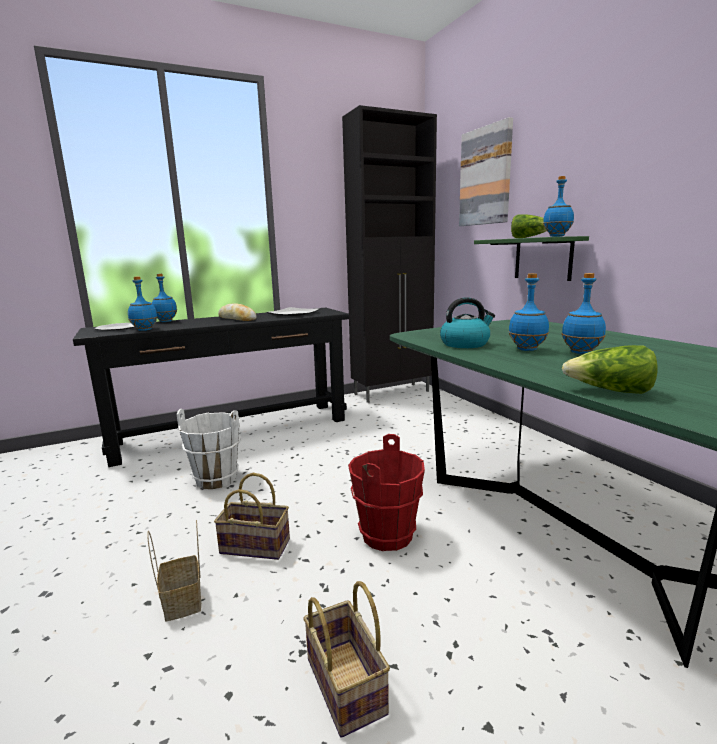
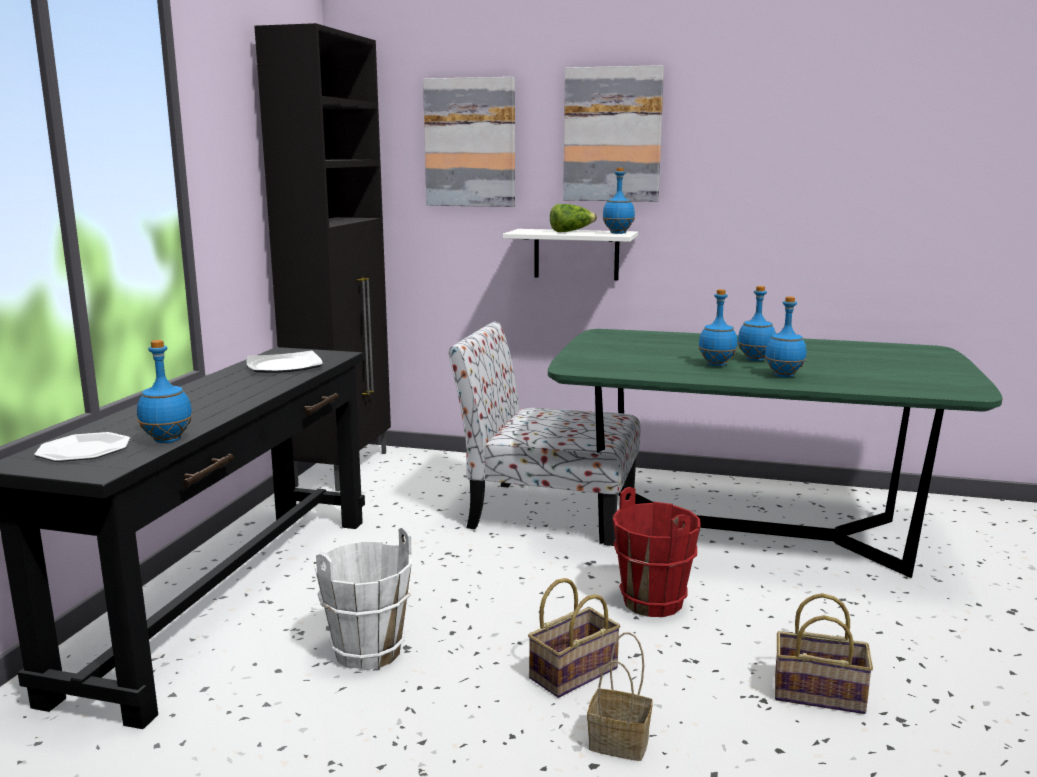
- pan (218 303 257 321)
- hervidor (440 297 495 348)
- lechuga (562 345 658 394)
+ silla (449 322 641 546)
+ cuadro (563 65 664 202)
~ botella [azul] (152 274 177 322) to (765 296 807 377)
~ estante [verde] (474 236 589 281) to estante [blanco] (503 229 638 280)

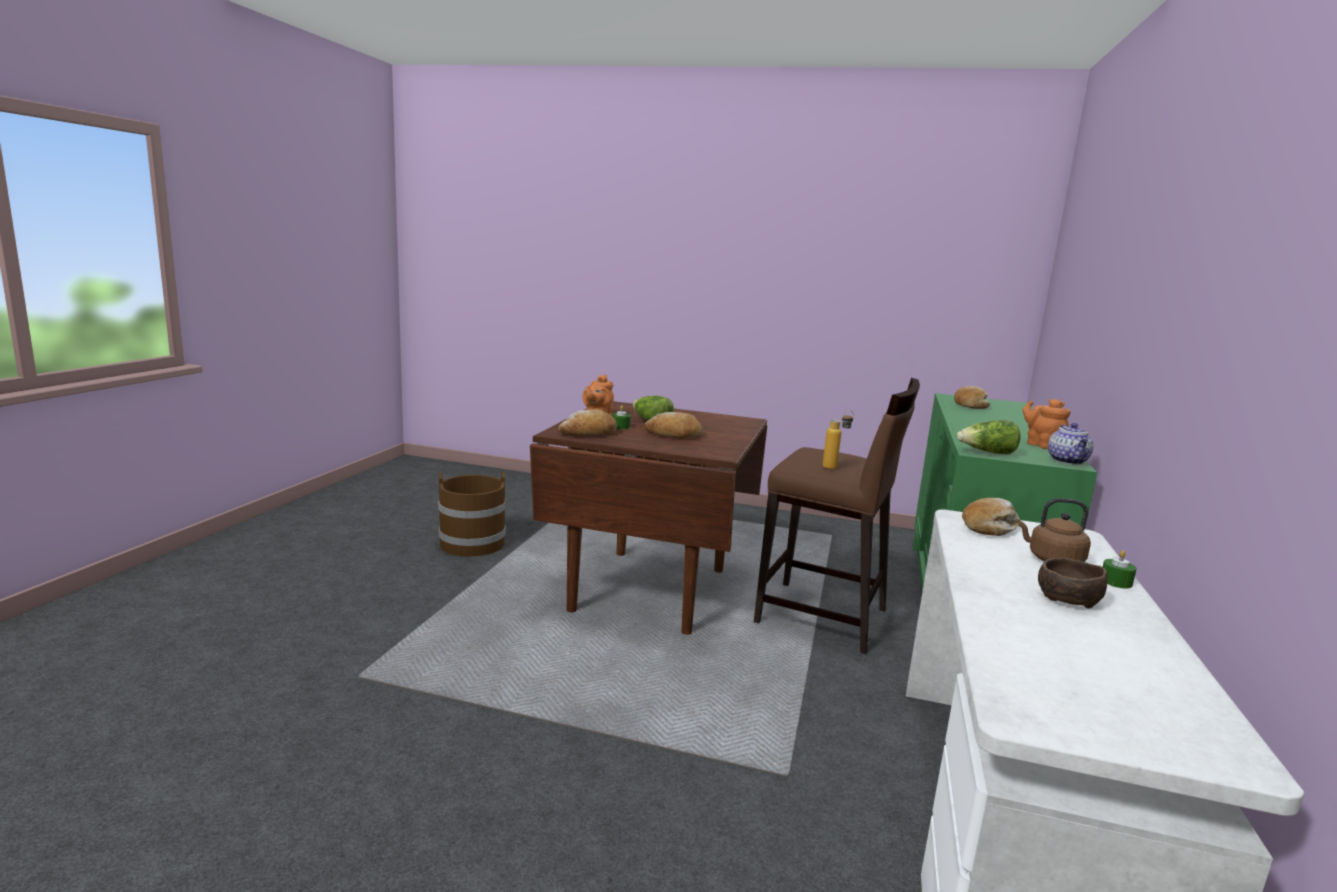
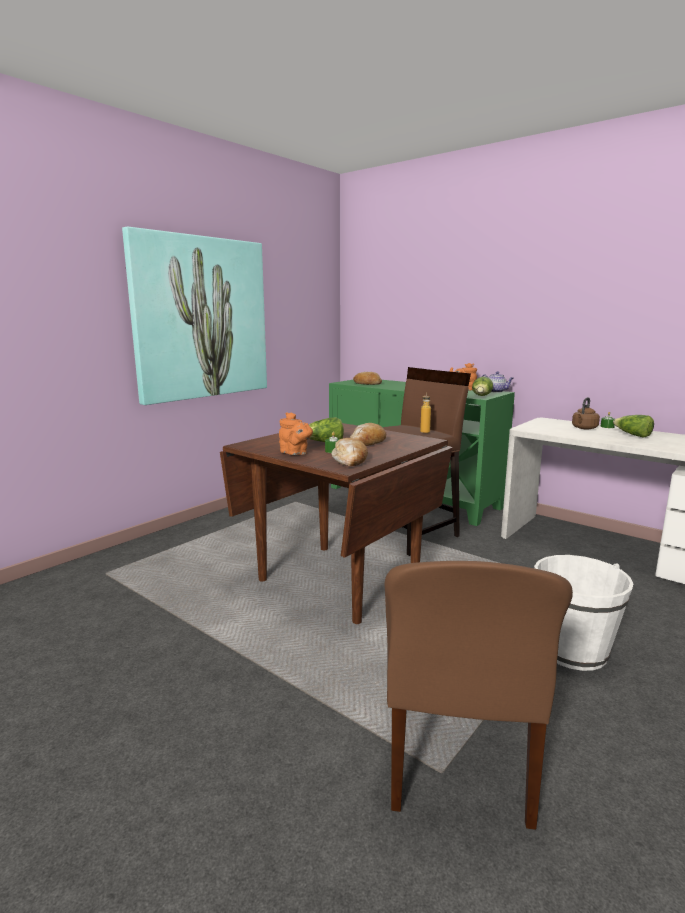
- cubo [marrón] (438 471 506 557)
- pan (962 498 1020 536)
+ cuadro (122 227 267 405)
+ silla [marrón] (385 561 573 830)
+ cubo [blanco] (534 555 634 671)
~ cuenco [marrón] (1038 558 1107 609) to lechuga (613 415 654 438)

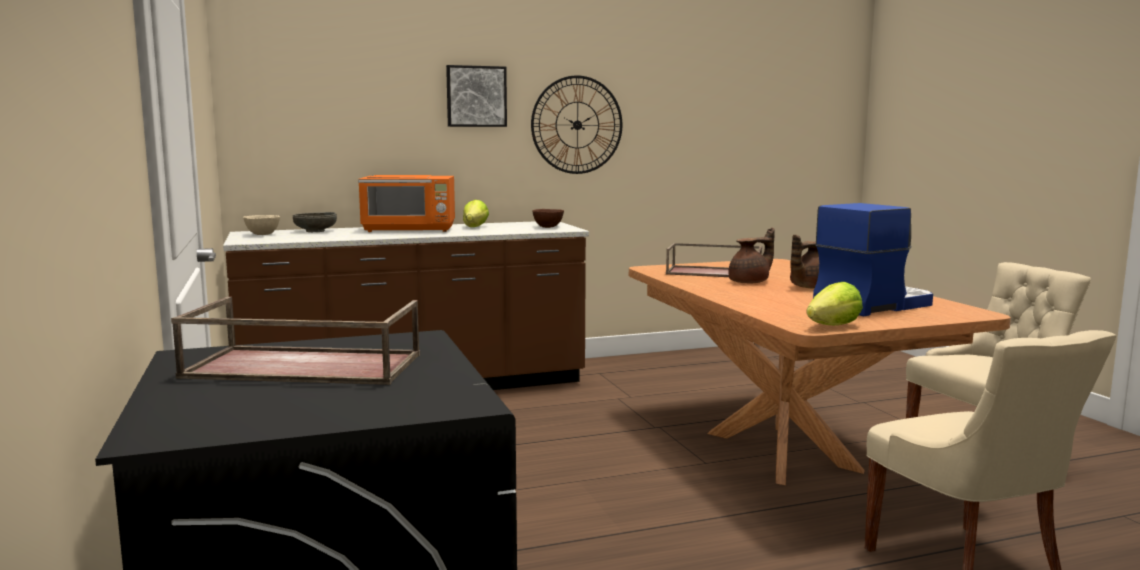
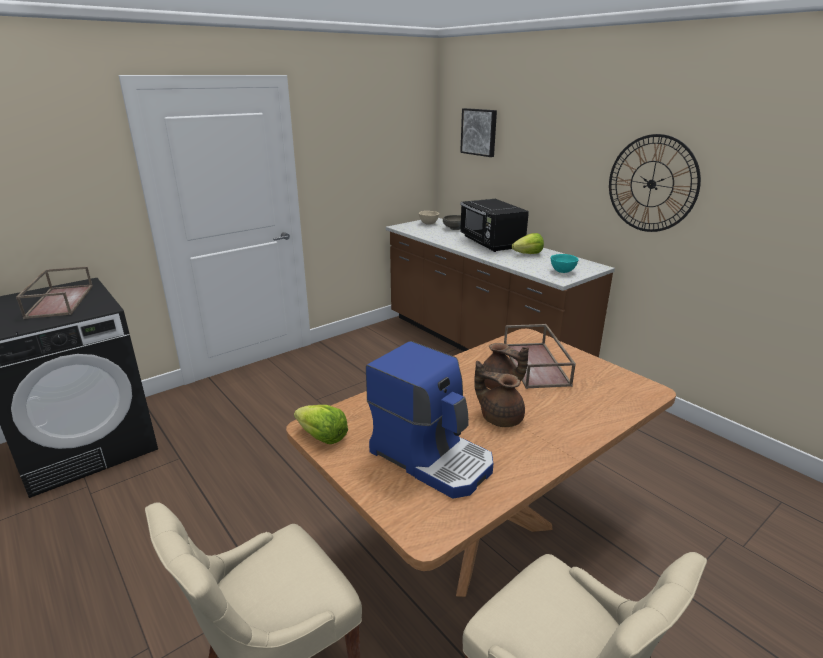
~ cuadro (446 65 507 127) to (460 108 497 157)
~ microondas [naranja] (358 175 455 232) to microondas [negro] (460 199 529 252)
~ cuenco [marrón] (532 209 564 228) to cuenco [turquesa] (551 254 579 273)

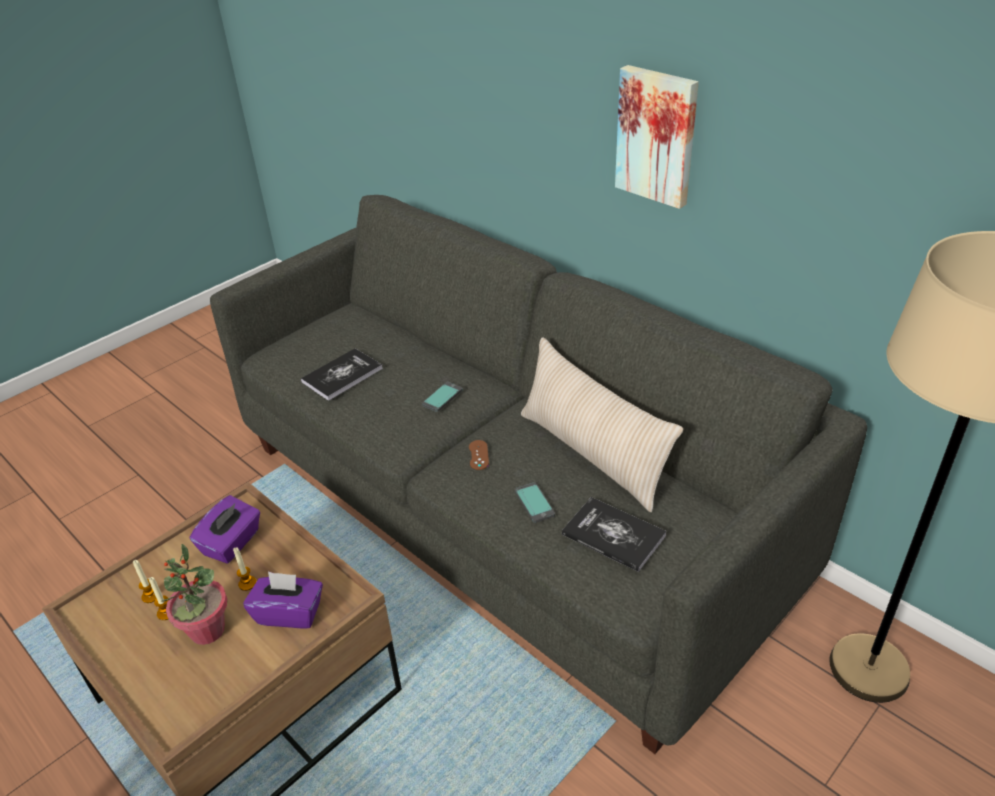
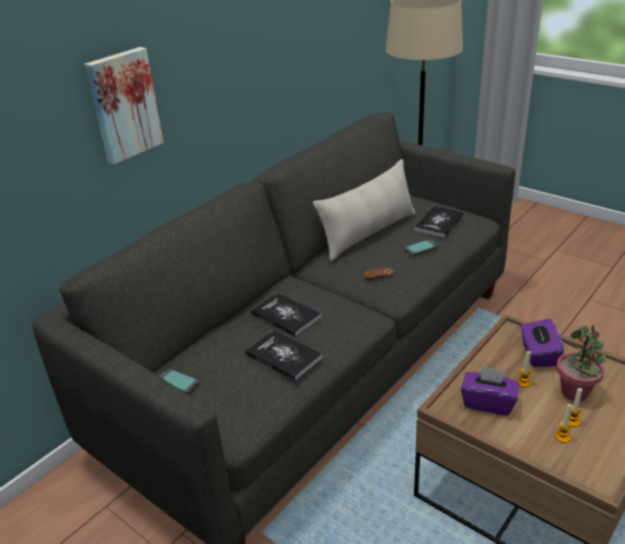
+ libro (250 292 322 337)
~ móvil (422 382 463 412) to (159 368 199 394)
~ cuadro (615 65 699 209) to (84 47 164 164)

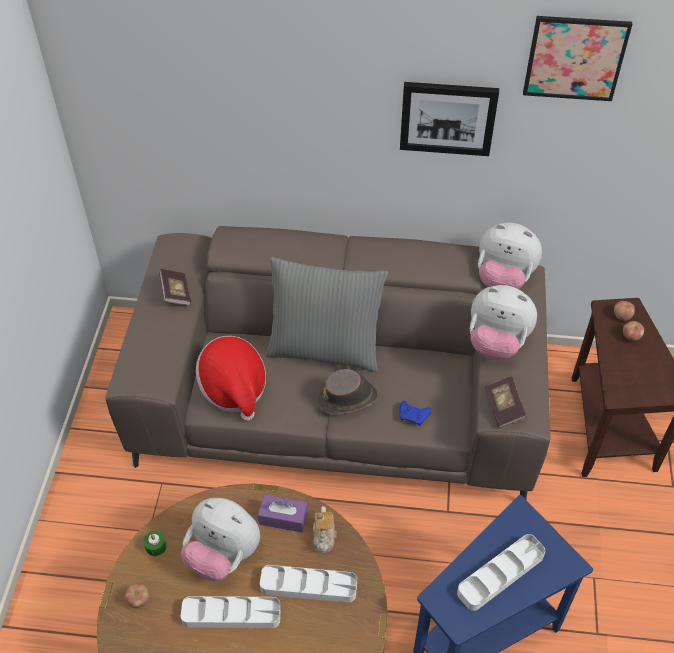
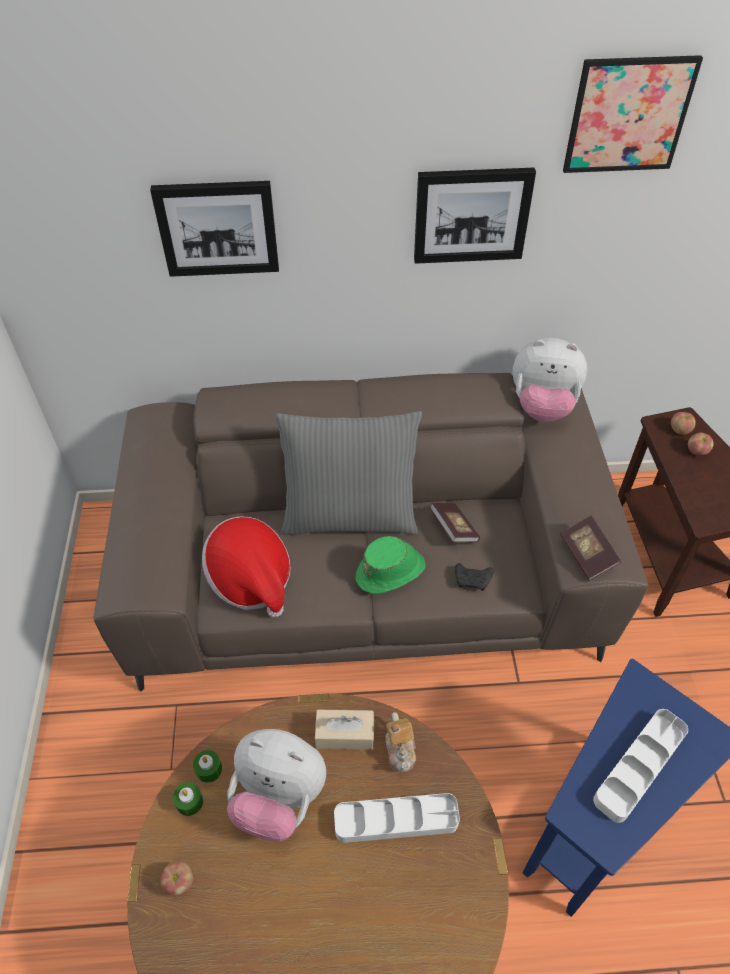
- bandeja [blanco] (181 596 281 628)
- peluche (470 285 537 360)
+ cuadro (150 181 279 277)
+ vela [verde] (193 750 222 783)
~ libro (159 269 192 306) to (430 502 480 543)
~ caja de pañuelos [morado] (258 494 308 532) to caja de pañuelos [beis] (315 710 374 749)
~ sombrero [marrón] (317 369 378 415) to sombrero [verde] (355 536 426 594)
~ mando de consola [azul] (400 401 432 426) to mando de consola [negro] (455 563 494 591)

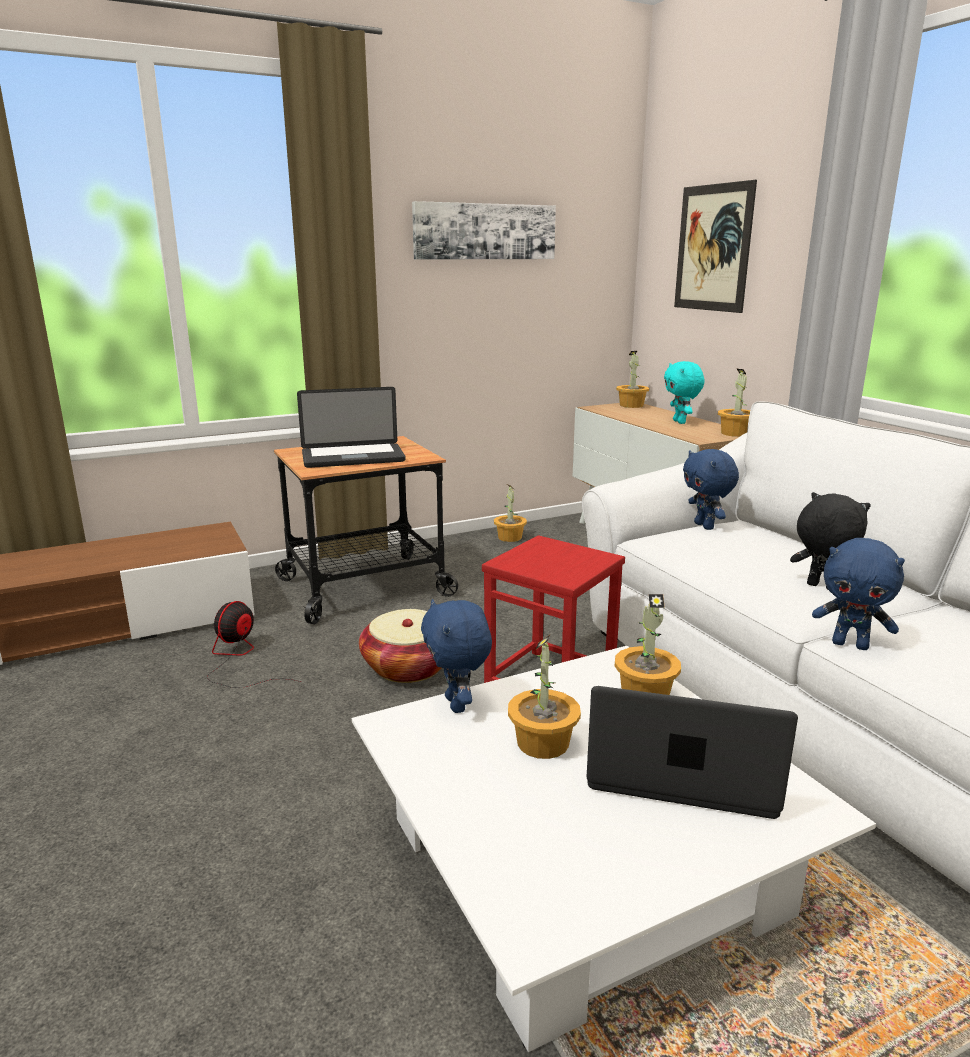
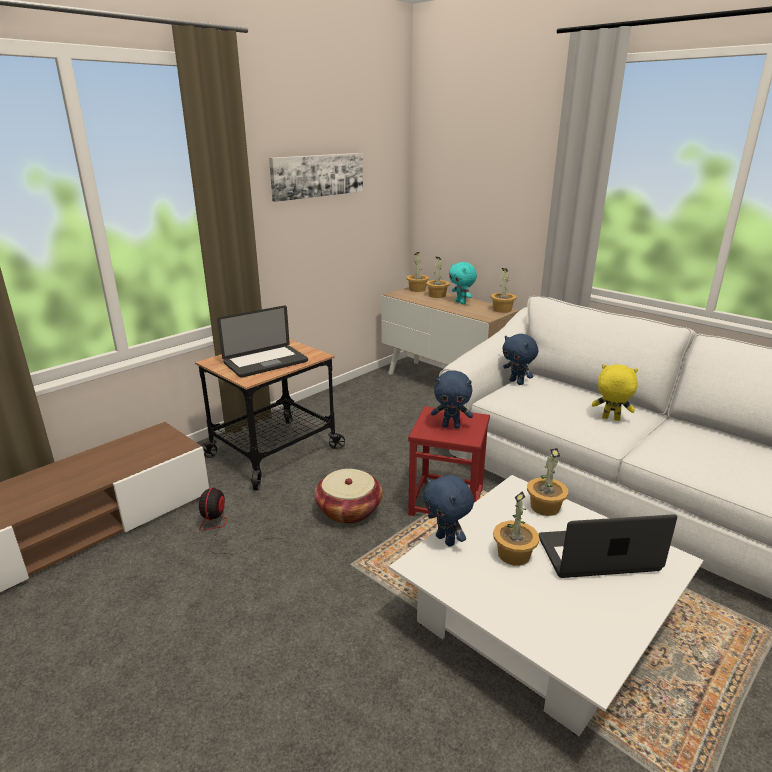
- cuadro (674 180 757 313)
~ planta en maceta (494 484 527 542) to (426 257 450 298)
~ peluche [azul] (812 538 905 650) to (431 370 473 429)
~ peluche [negro] (790 492 871 589) to peluche [amarillo] (592 364 638 421)

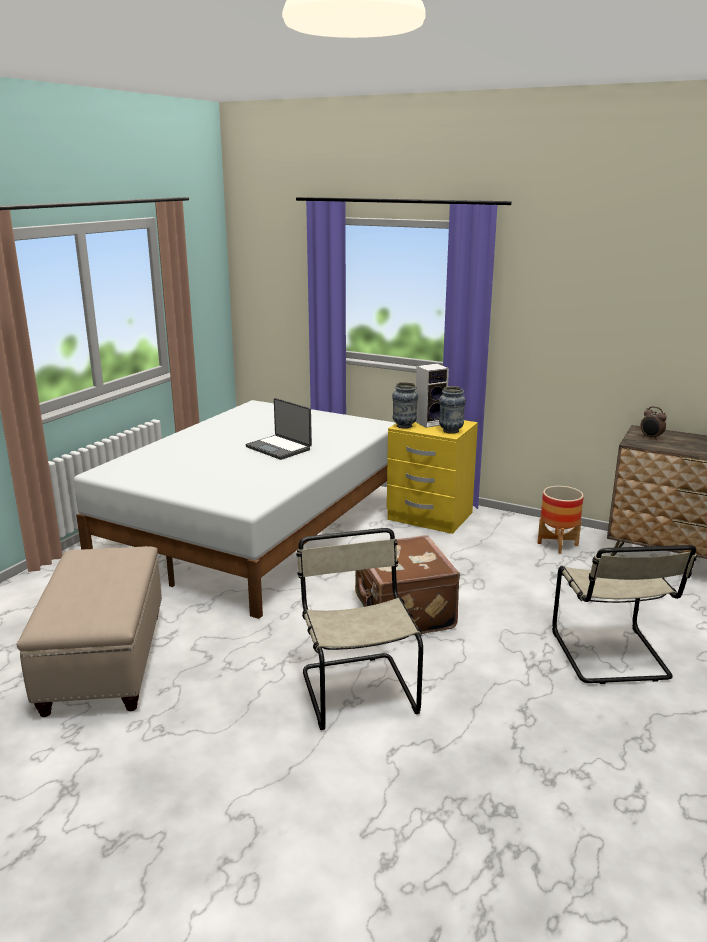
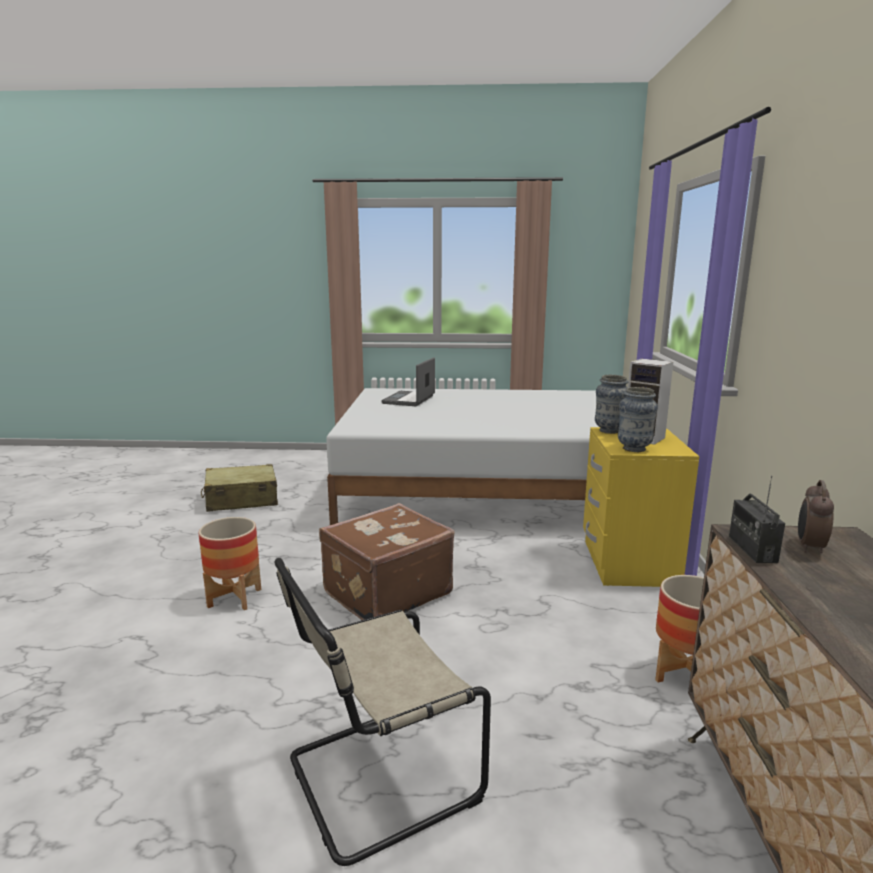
+ radio (729 476 785 563)
~ portátil (245 398 312 460) to (381 357 435 406)
~ puf [beis] (17 546 162 717) to maleta [beis] (201 464 278 512)
~ silla [beis] (296 528 423 730) to maceta (199 517 261 610)

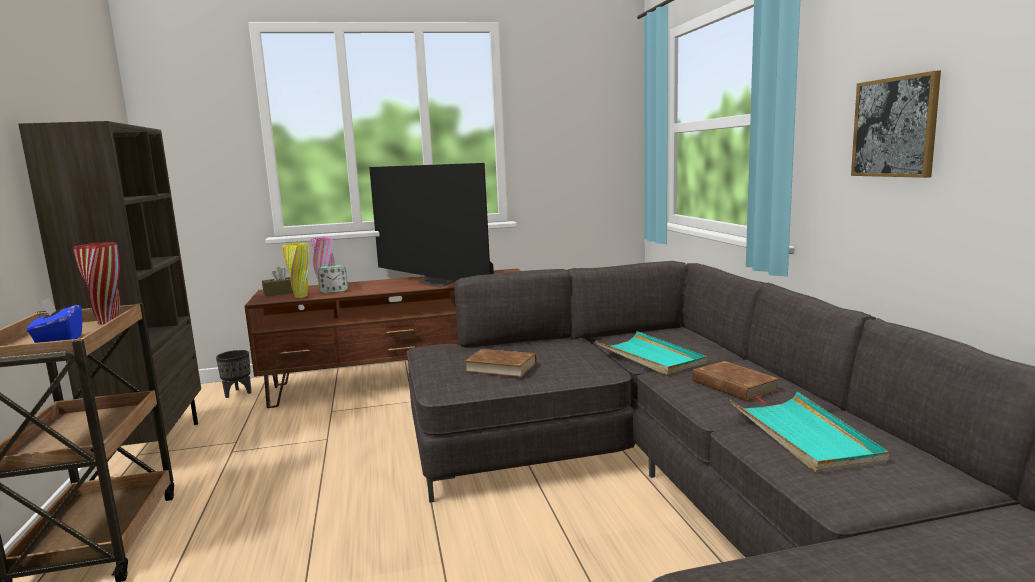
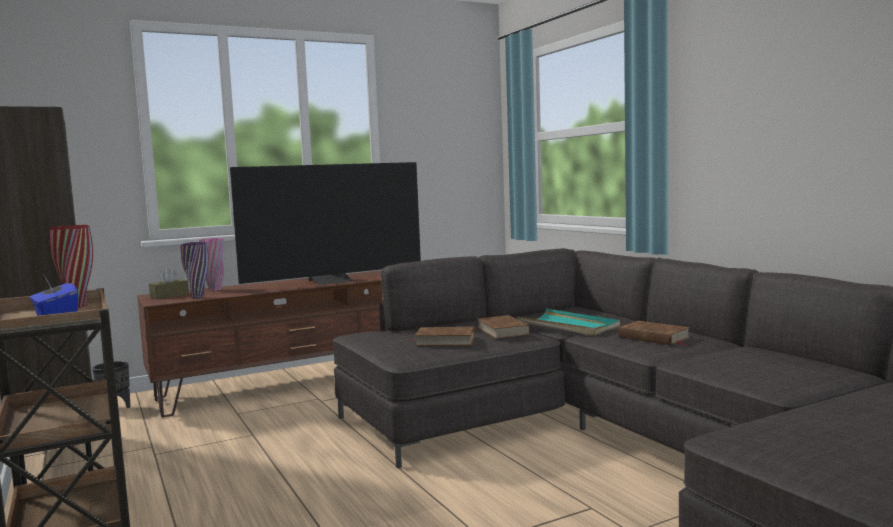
- despertador (317 265 348 293)
- bandeja [turquesa] (730 392 889 472)
- cuadro (851 70 941 178)
+ libro [marrón] (477 315 530 339)
~ florero [amarillo] (282 243 309 298) to florero [morado] (181 242 209 298)
~ televisor (369 163 494 287) = (230 162 421 285) 60 degrees counterclockwise

